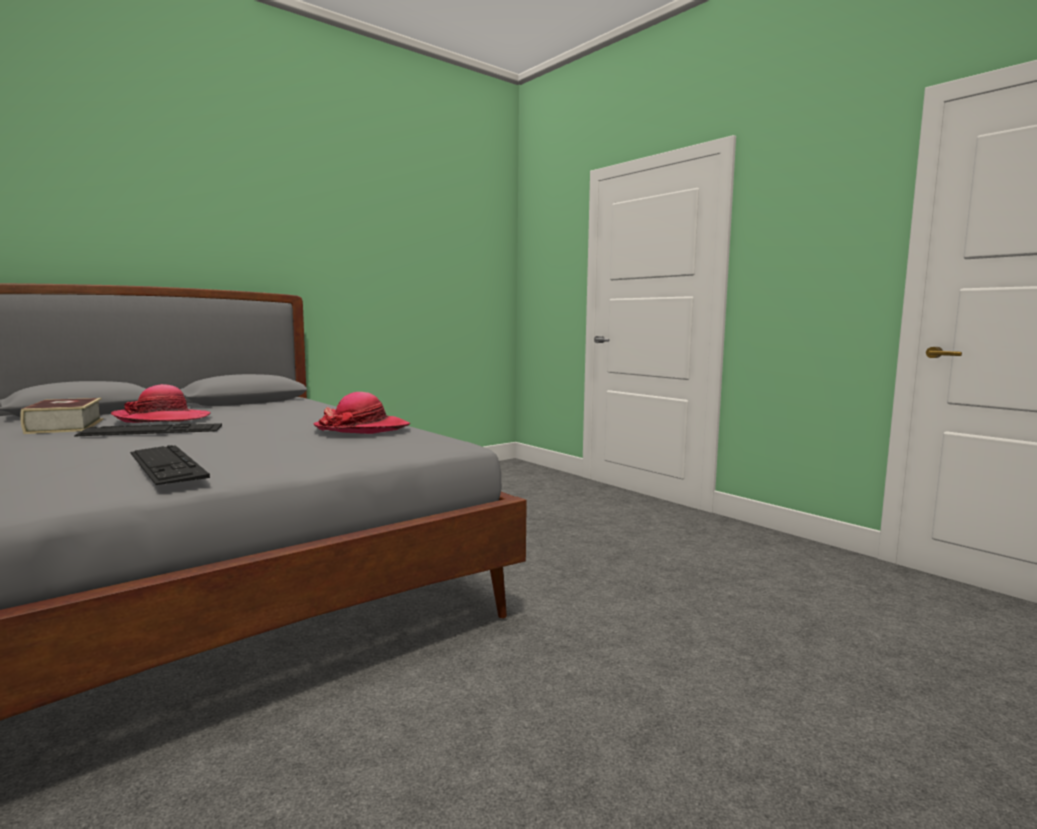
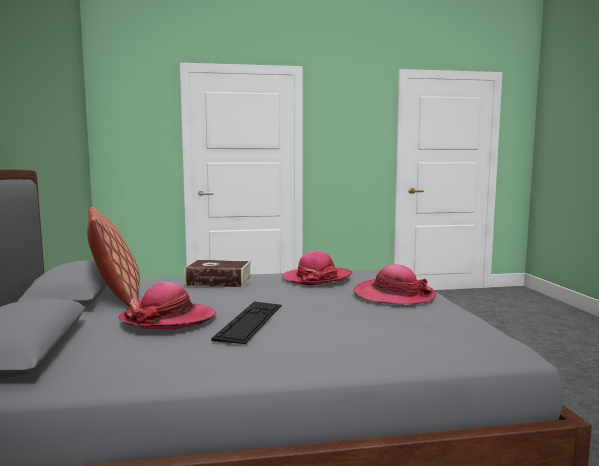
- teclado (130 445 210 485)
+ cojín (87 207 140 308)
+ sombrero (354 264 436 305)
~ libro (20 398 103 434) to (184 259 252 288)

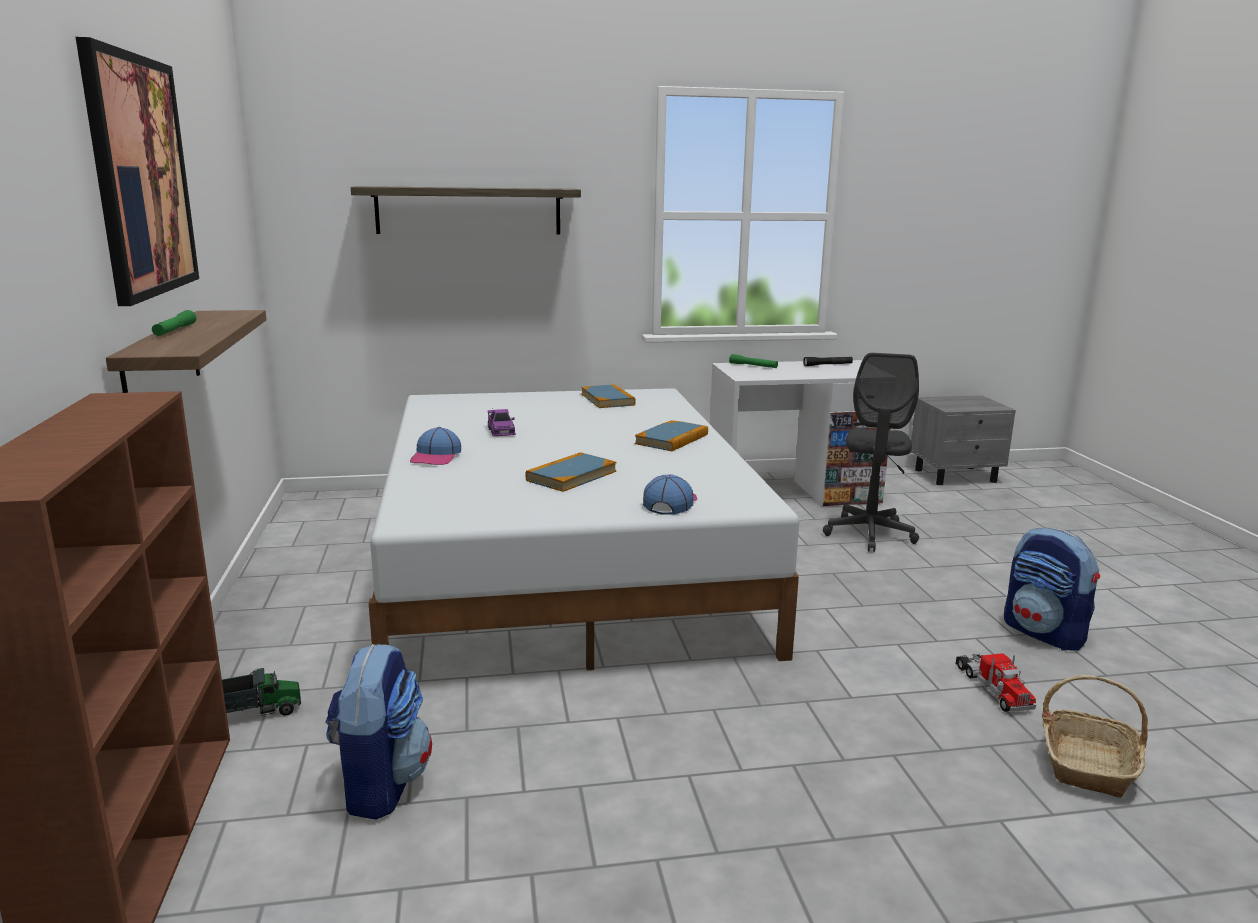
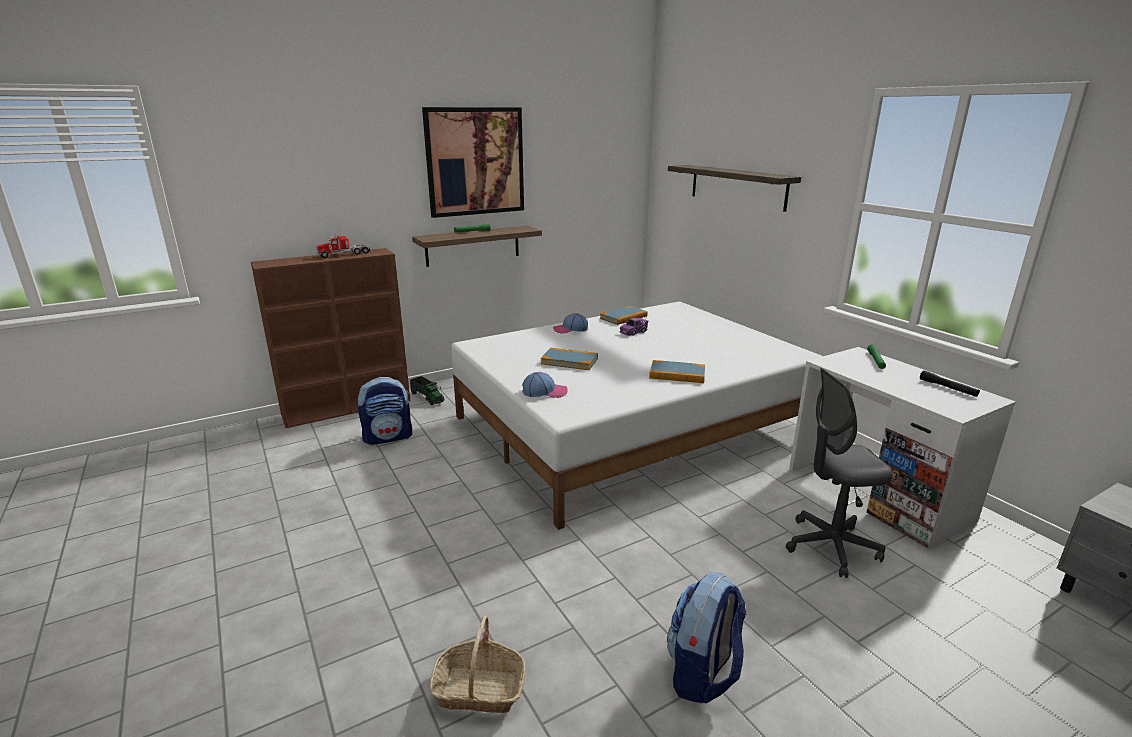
~ libro (581 384 636 408) to (600 306 647 325)
~ camión de juguete (955 653 1036 712) to (316 235 370 258)

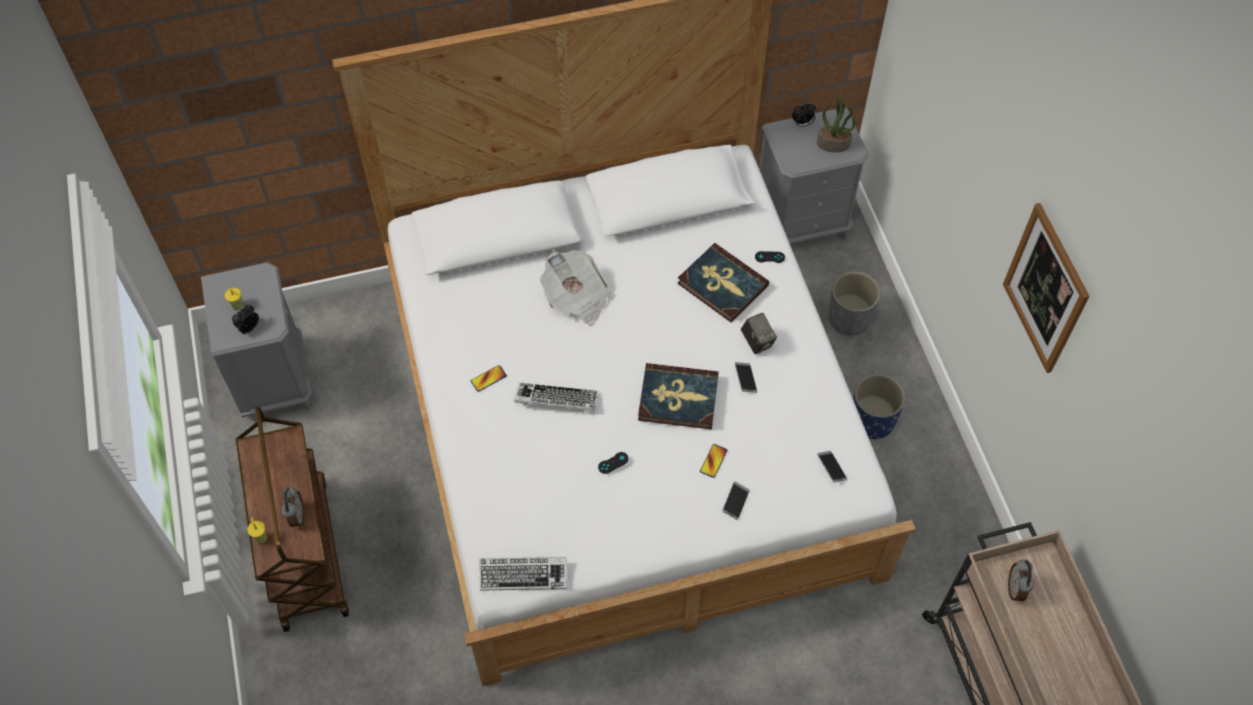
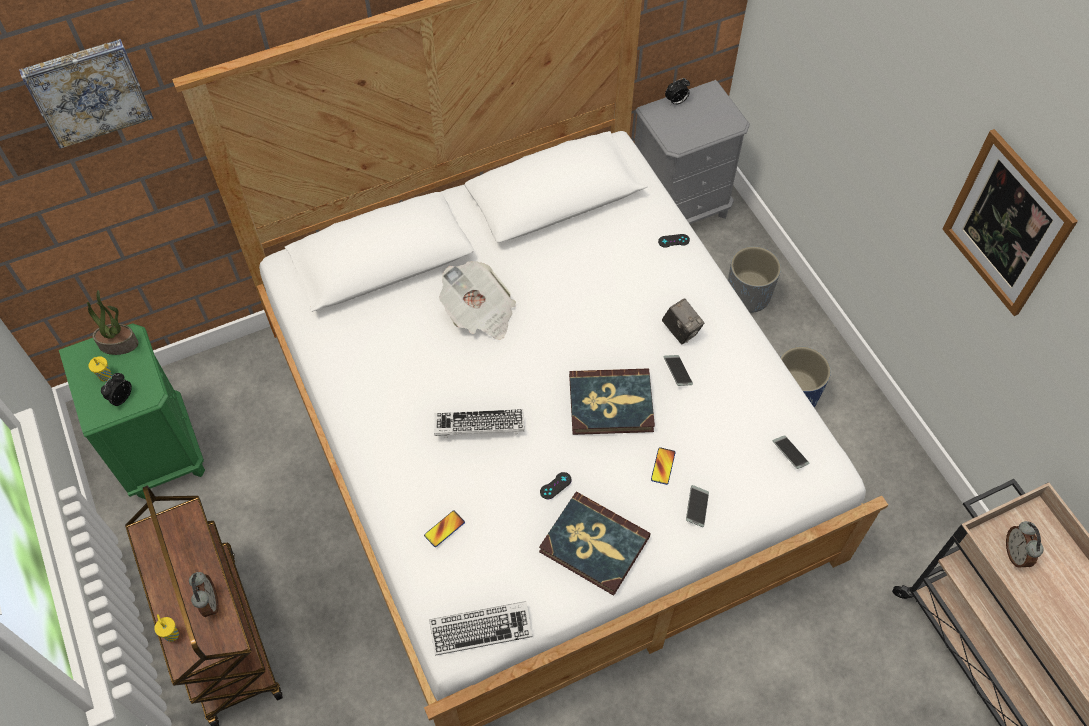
+ cuadro (19 39 154 149)
~ móvil (471 365 507 392) to (424 511 465 547)
~ libro (677 243 769 322) to (539 491 651 596)
~ planta en maceta (817 94 855 152) to (87 290 138 355)
~ mesita de noche [gris] (201 262 313 422) to mesita de noche [verde] (59 323 205 499)

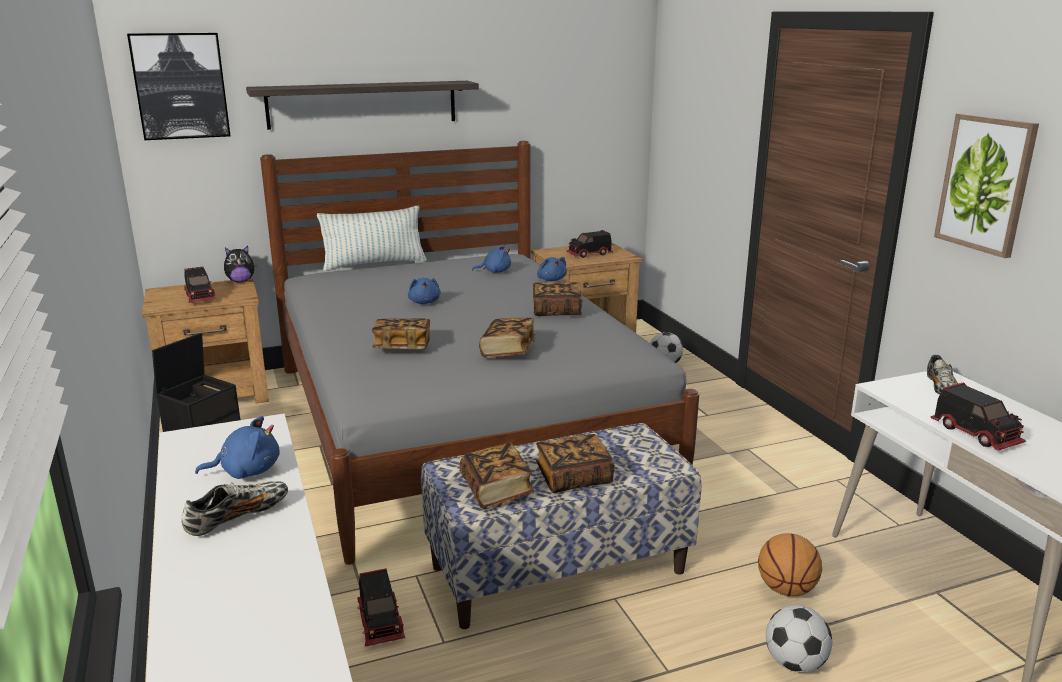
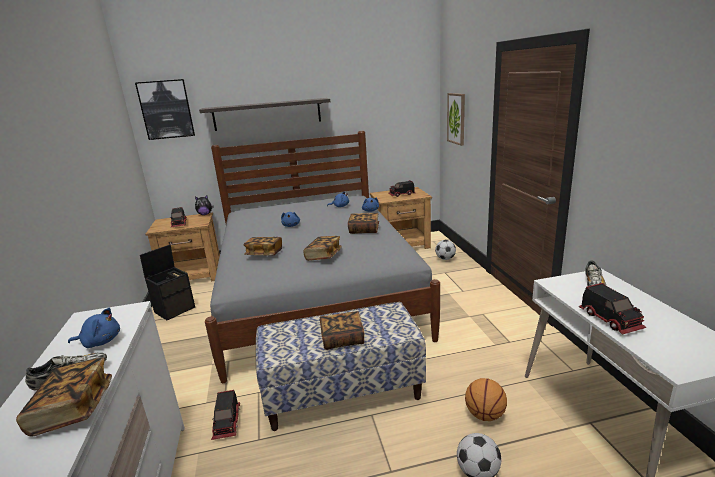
- cojín (317 206 427 272)
~ libro (460 443 534 509) to (16 358 112 437)
~ cuadro (934 113 1039 258) to (447 93 465 146)

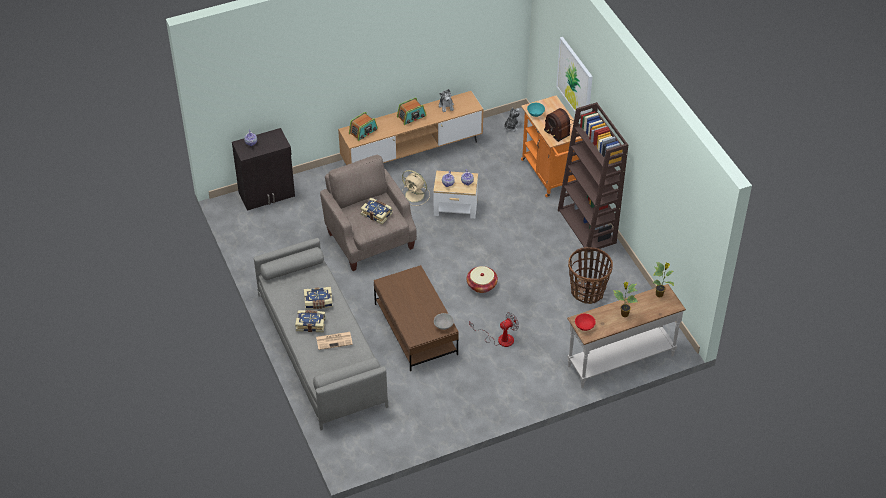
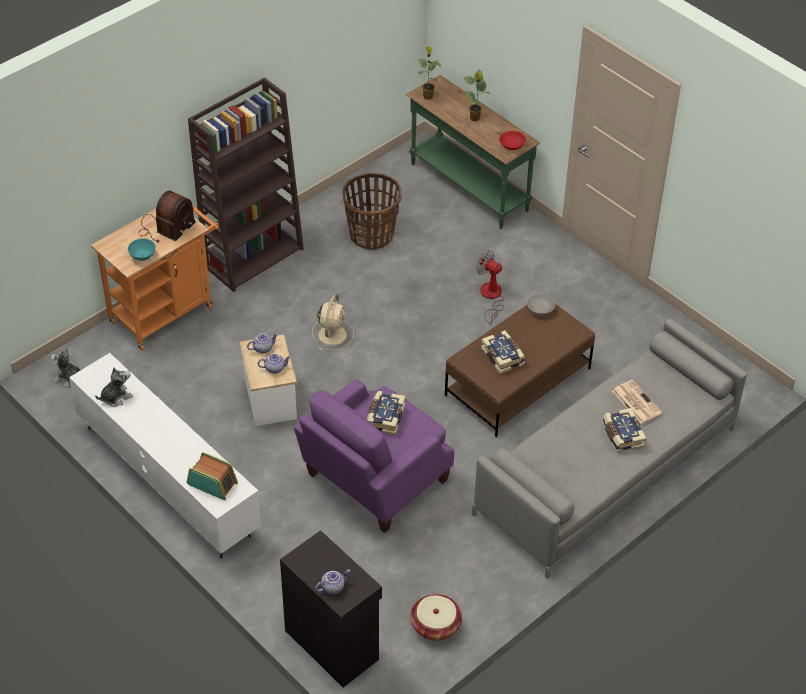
- radio (397 97 426 125)
- cuadro (556 37 593 120)
~ libro (304 287 333 309) to (481 330 525 374)
~ ventilador [beis] (402 170 430 206) to (312 294 354 351)
~ cesta (466 266 498 293) to (410 594 462 641)
~ sillón [beis] (320 155 417 271) to sillón [morado] (294 379 454 533)
~ mueble de televisión [marrón] (338 91 483 165) to mueble de televisión [blanco] (69 353 261 558)
~ mesa consola [blanco] (567 284 686 388) to mesa consola [verde] (406 75 540 229)

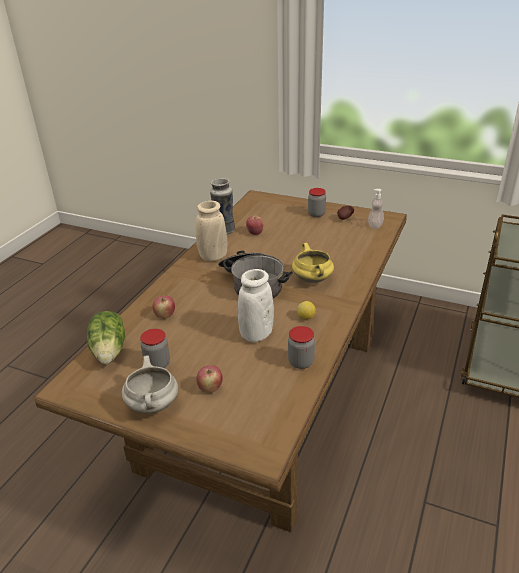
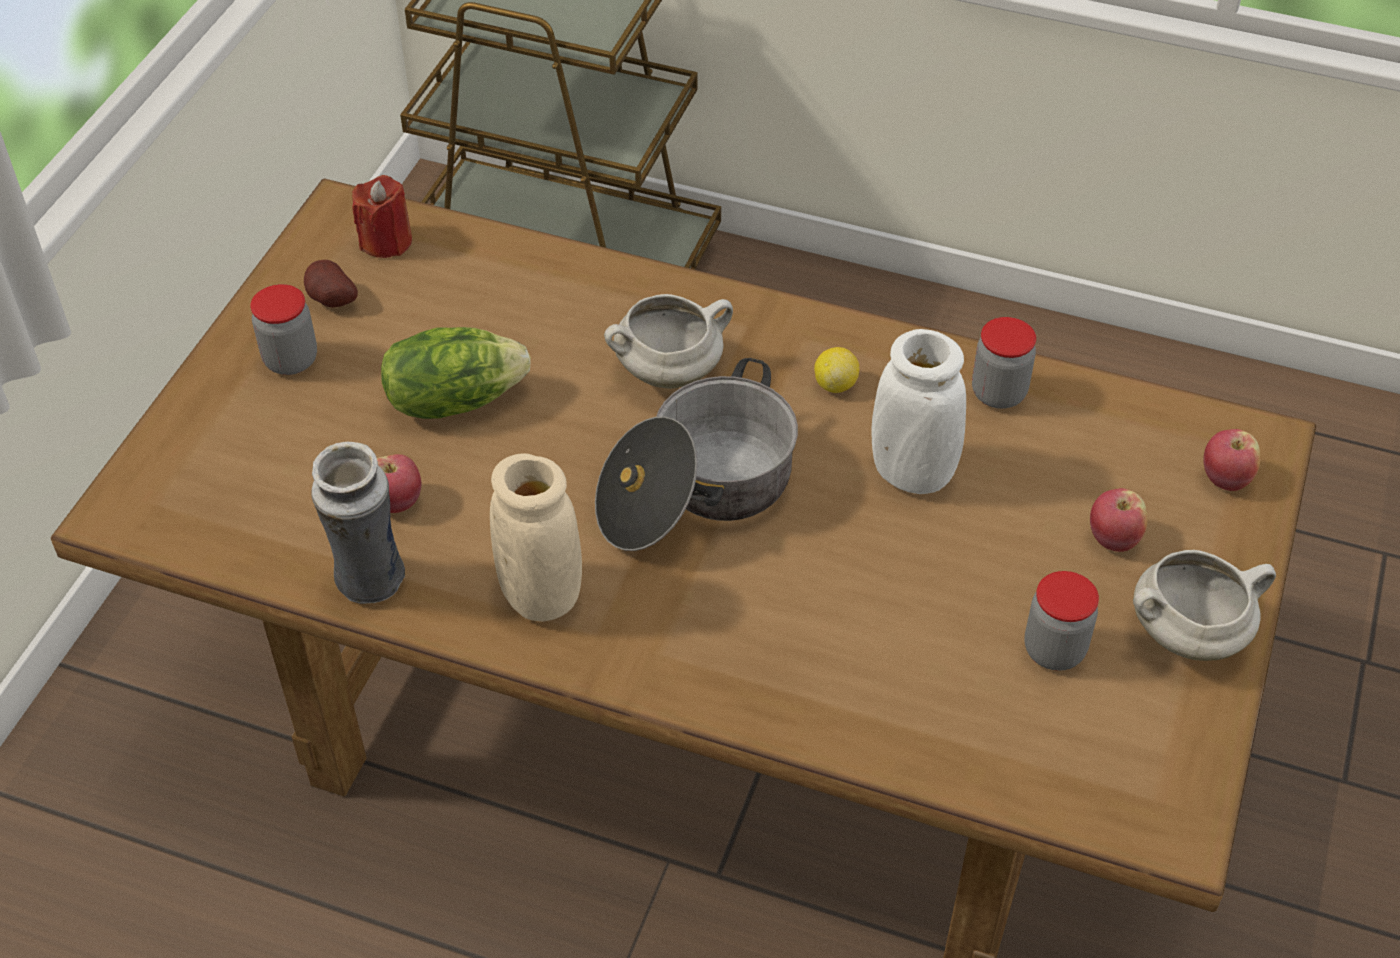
~ lechuga (87 311 125 364) to (381 327 531 419)
~ manzana (153 296 175 319) to (1203 429 1260 491)
~ dispensador de jabón (368 189 384 229) to vela [rojo] (352 175 412 258)
~ olla [amarillo] (292 243 334 283) to olla [blanco] (604 294 733 389)

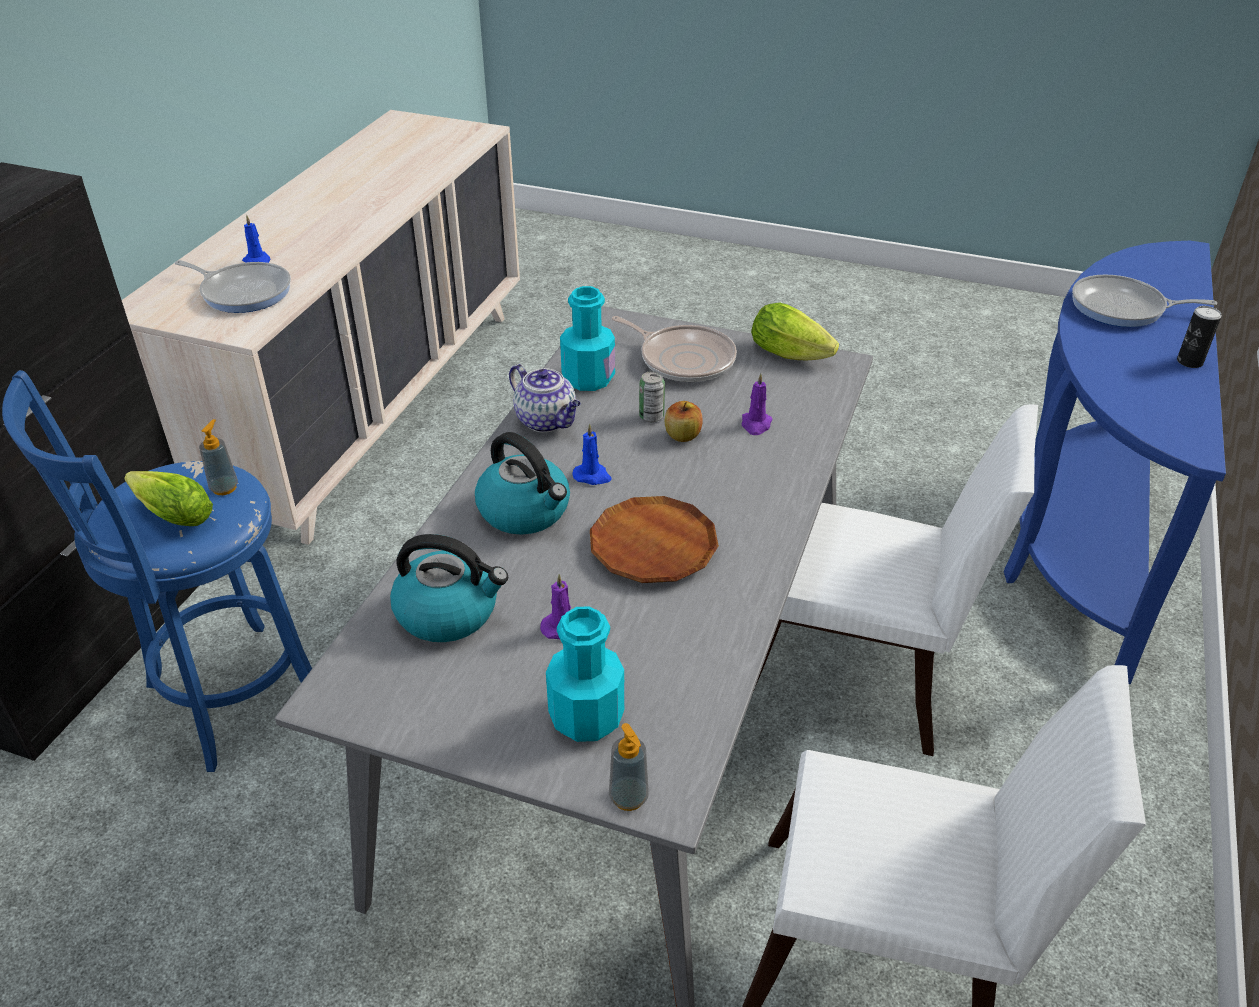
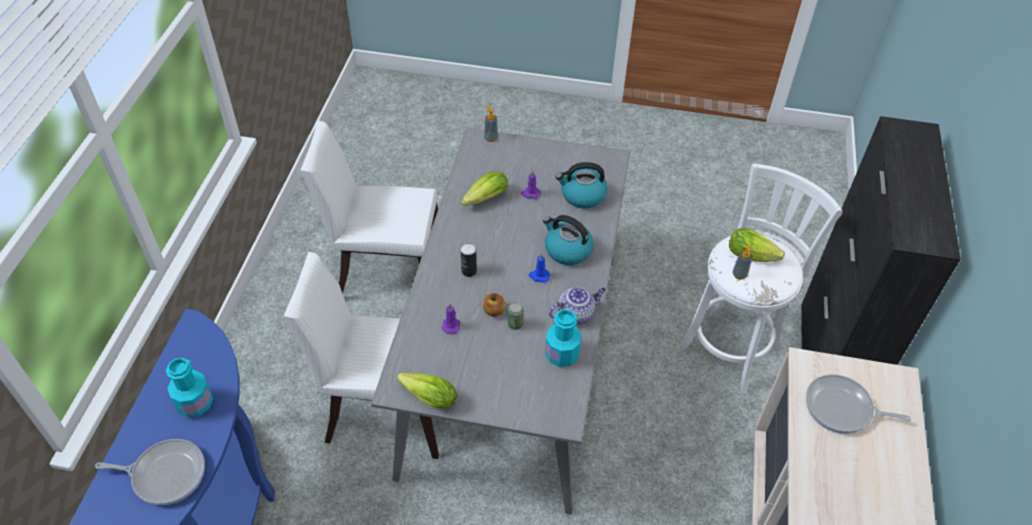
- vela [azul] (242 215 271 263)
- plato [marrón] (590 496 719 583)
- sartén (611 316 737 382)
+ lechuga (461 171 508 205)
~ botella [turquesa] (546 606 625 742) to (166 358 213 417)
~ lata (1177 306 1222 368) to (461 243 477 277)
~ taburete [azul] (2 370 312 772) to taburete [blanco] (676 164 842 394)
~ tetera (509 364 581 432) = (549 287 606 325) 120 degrees clockwise

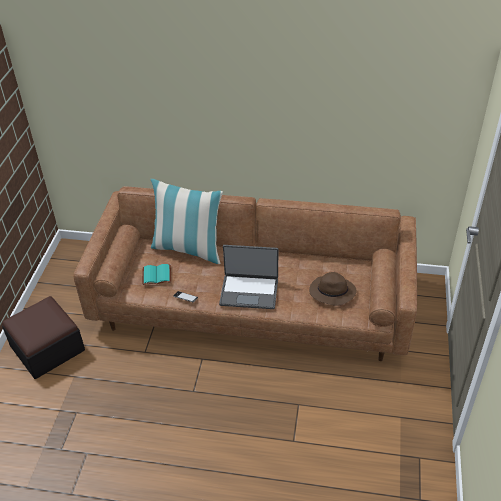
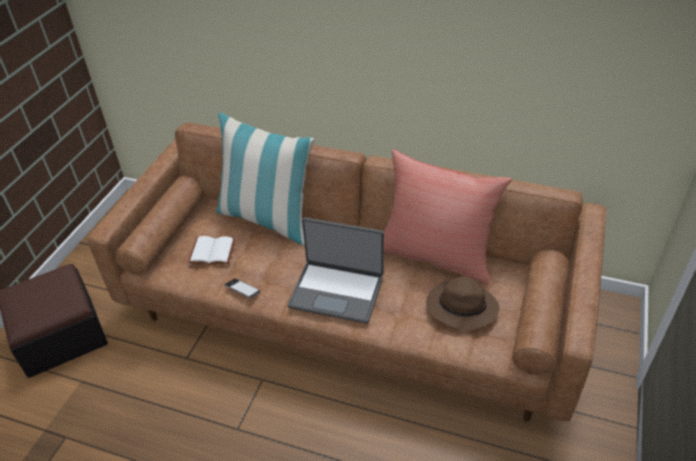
+ cojín [rojo] (384 149 512 285)
~ libro [turquesa] (142 264 171 285) to libro [blanco] (188 236 236 265)

